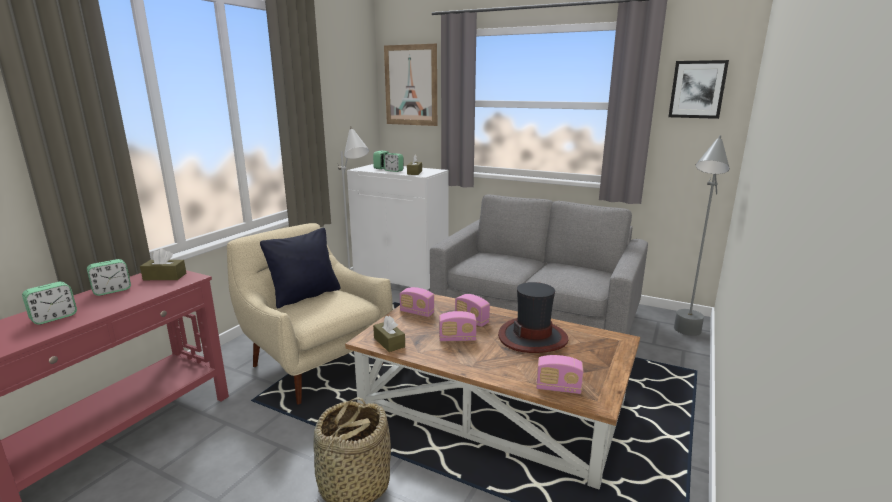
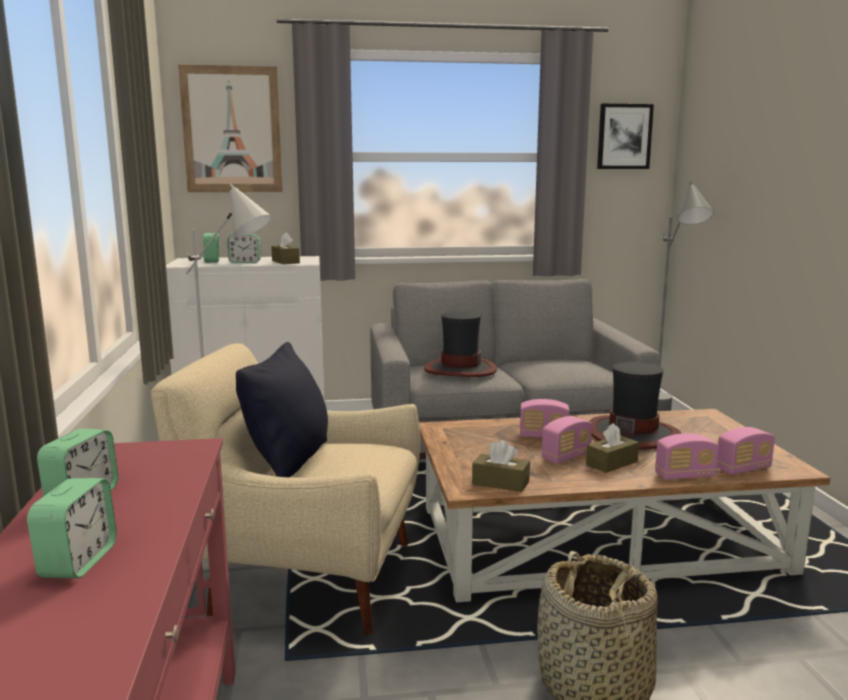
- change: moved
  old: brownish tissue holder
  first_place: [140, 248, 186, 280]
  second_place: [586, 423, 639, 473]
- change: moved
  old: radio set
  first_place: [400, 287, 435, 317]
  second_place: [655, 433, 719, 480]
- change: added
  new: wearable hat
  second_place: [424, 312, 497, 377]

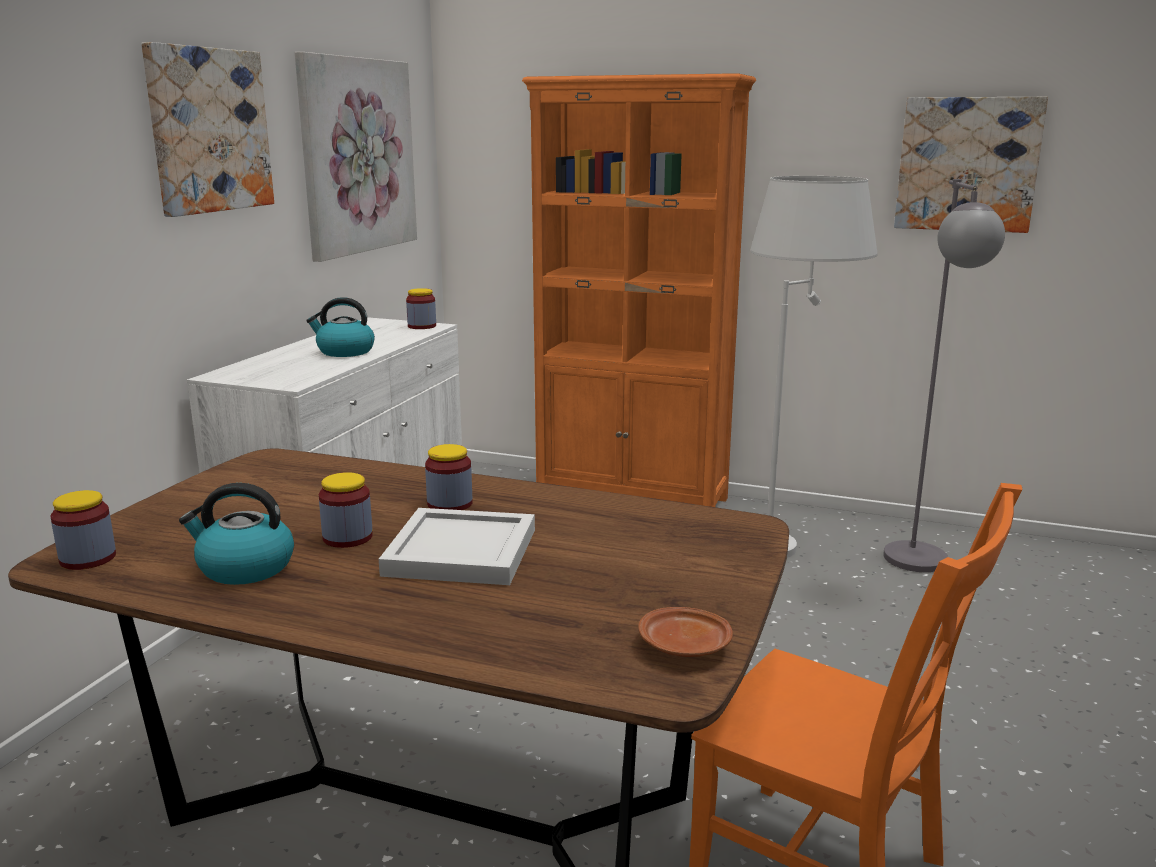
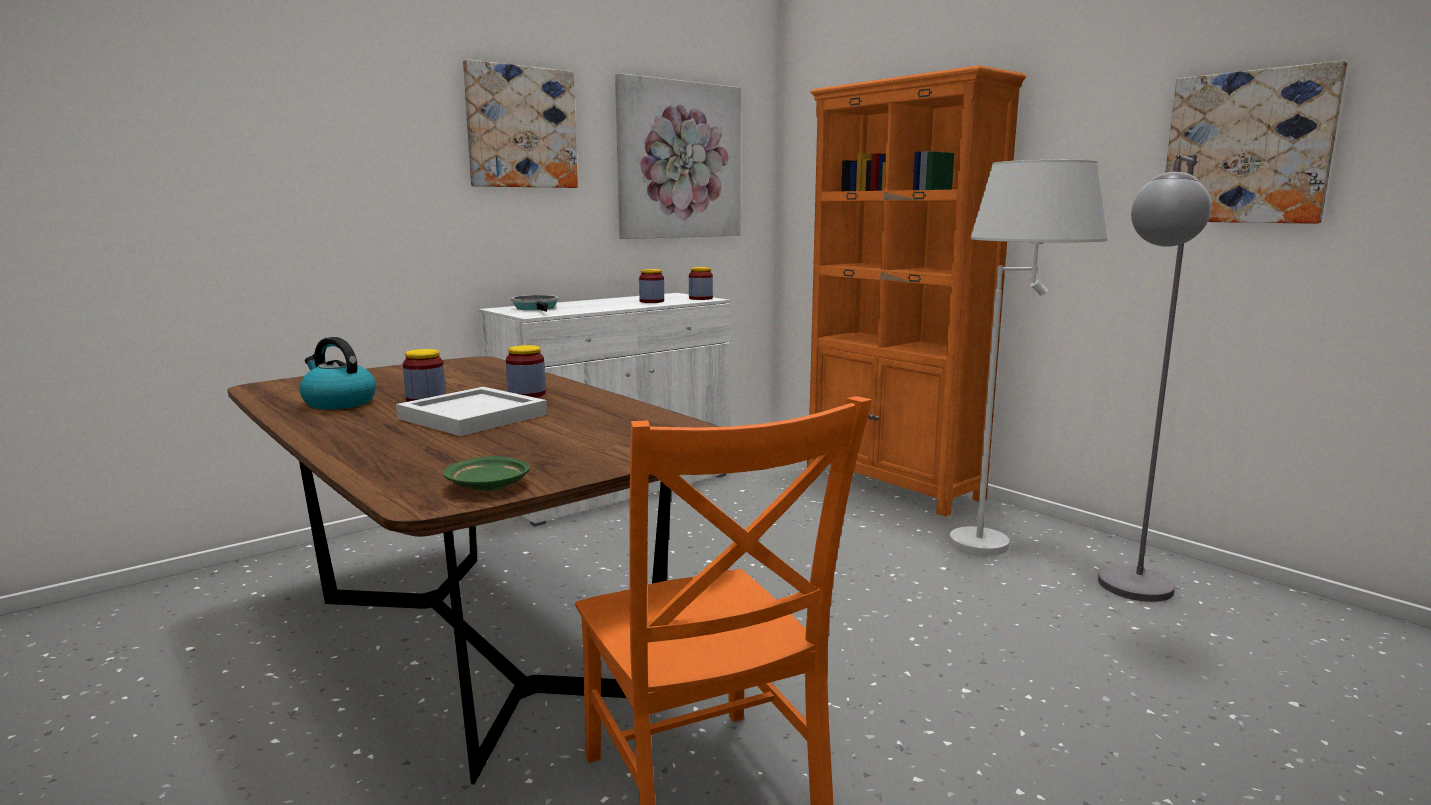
- change: moved
  old: preserve jar
  first_place: [51, 490, 116, 570]
  second_place: [639, 269, 664, 303]
- change: removed
  old: water kettle
  first_place: [306, 297, 375, 357]
- change: recoloured
  old: brownish dinner plate
  new: green dinner plate
  first_place: [638, 607, 733, 657]
  second_place: [443, 456, 530, 491]
- change: added
  new: pan
  second_place: [511, 295, 559, 312]

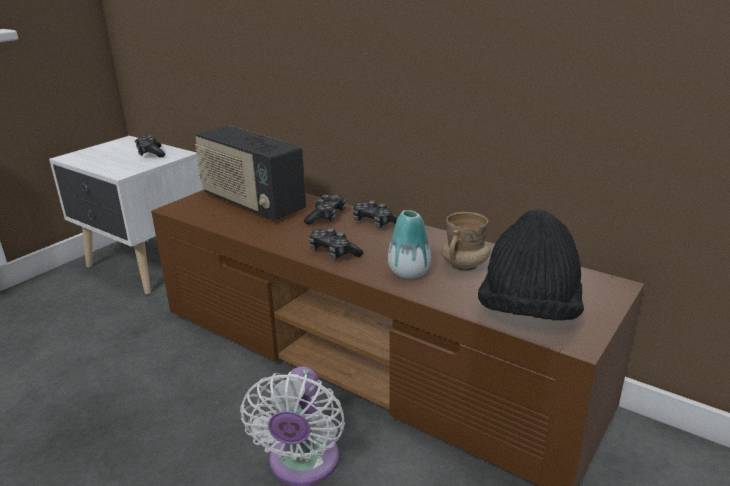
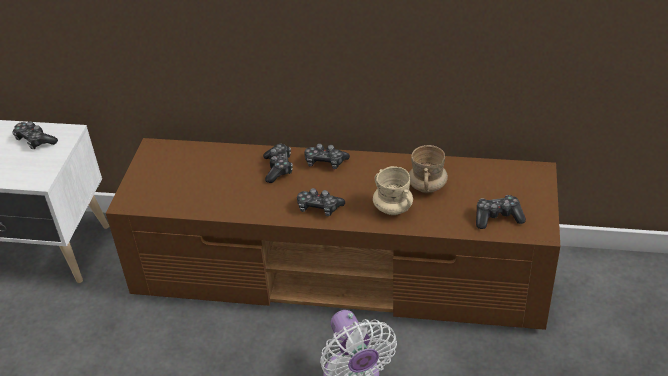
- change: removed
  old: radio set
  first_place: [195, 125, 306, 220]
- change: replaced
  old: decorative vase
  new: sand-coloured tea mug
  first_place: [388, 210, 431, 279]
  second_place: [373, 166, 413, 215]
- change: replaced
  old: black wearable hat
  new: joypad
  first_place: [478, 209, 584, 320]
  second_place: [476, 195, 526, 229]

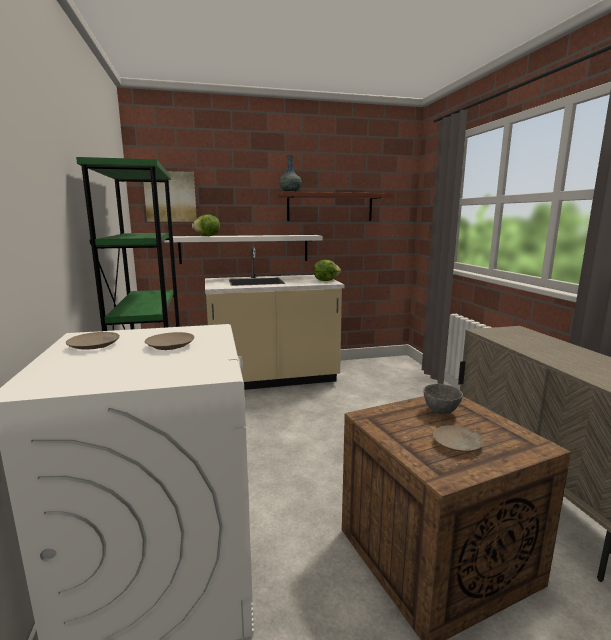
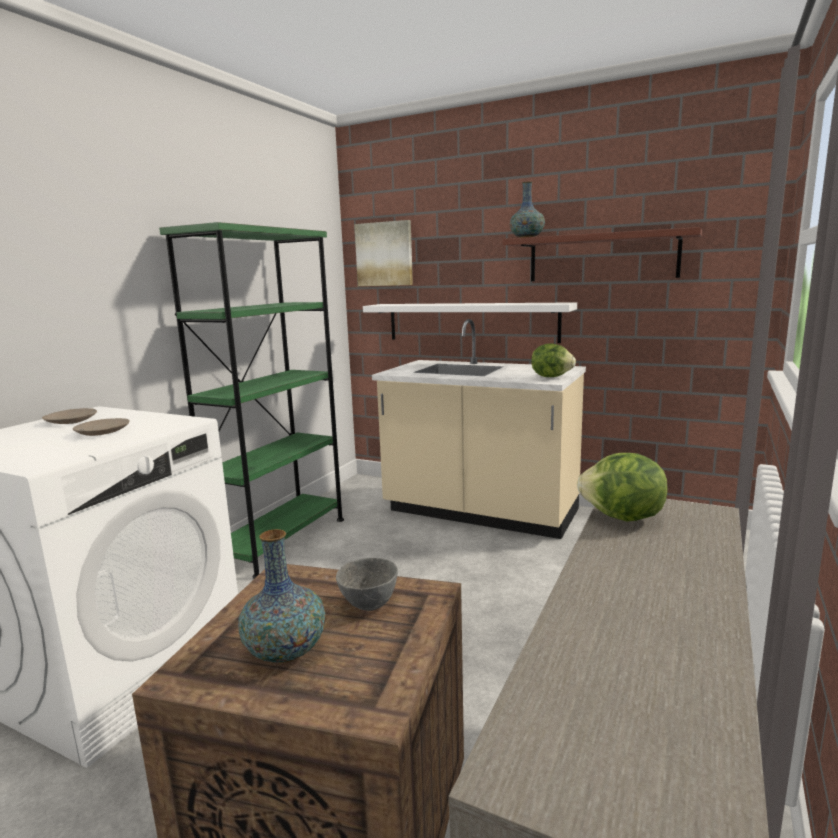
- change: moved
  old: lettuce head
  first_place: [192, 214, 220, 236]
  second_place: [577, 453, 668, 522]
- change: replaced
  old: sand-coloured dinner plate
  new: decorative vase
  first_place: [433, 425, 484, 452]
  second_place: [238, 529, 326, 663]

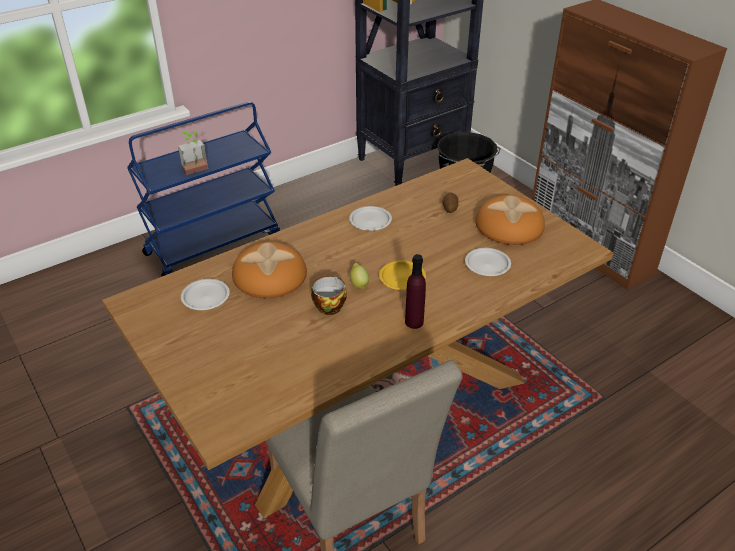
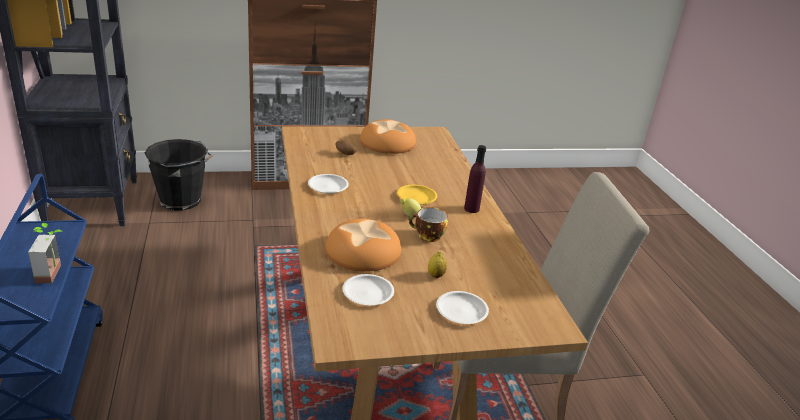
- change: moved
  old: whitish dinner plate
  first_place: [465, 248, 511, 276]
  second_place: [436, 291, 489, 324]
- change: added
  new: whole lemon
  second_place: [428, 252, 447, 278]

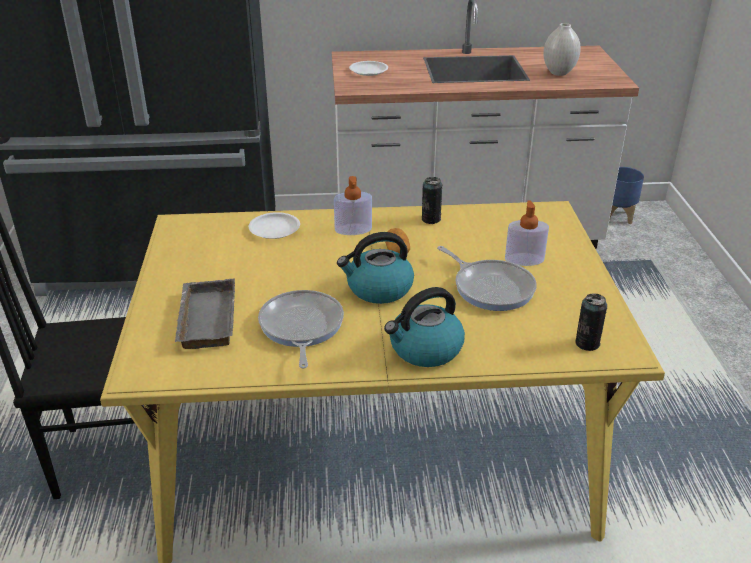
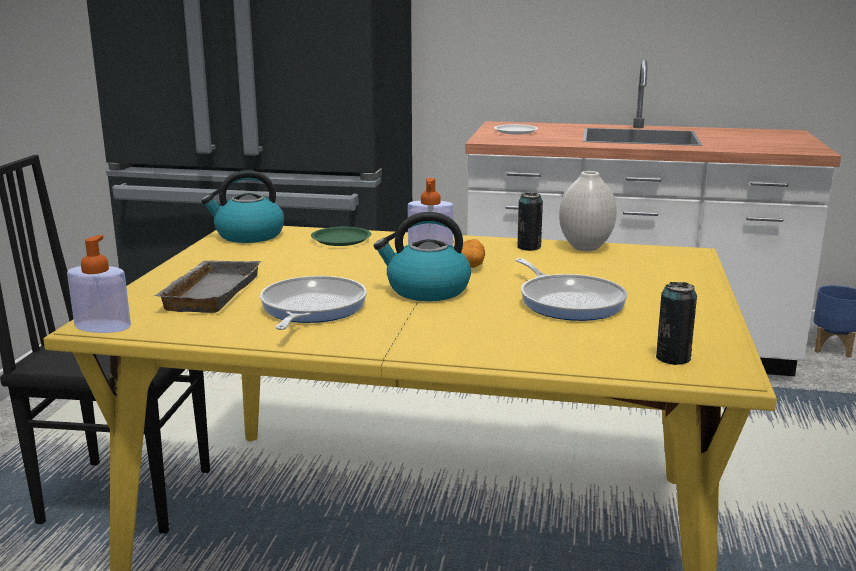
- change: recoloured
  old: whitish dinner plate
  new: green dinner plate
  first_place: [249, 212, 300, 239]
  second_place: [311, 227, 371, 246]
- change: moved
  old: water kettle
  first_place: [384, 287, 465, 367]
  second_place: [201, 170, 284, 243]
- change: moved
  old: liquid soap bottle
  first_place: [505, 201, 549, 266]
  second_place: [67, 235, 131, 333]
- change: moved
  old: whitish decorative vase
  first_place: [543, 23, 581, 76]
  second_place: [559, 171, 617, 251]

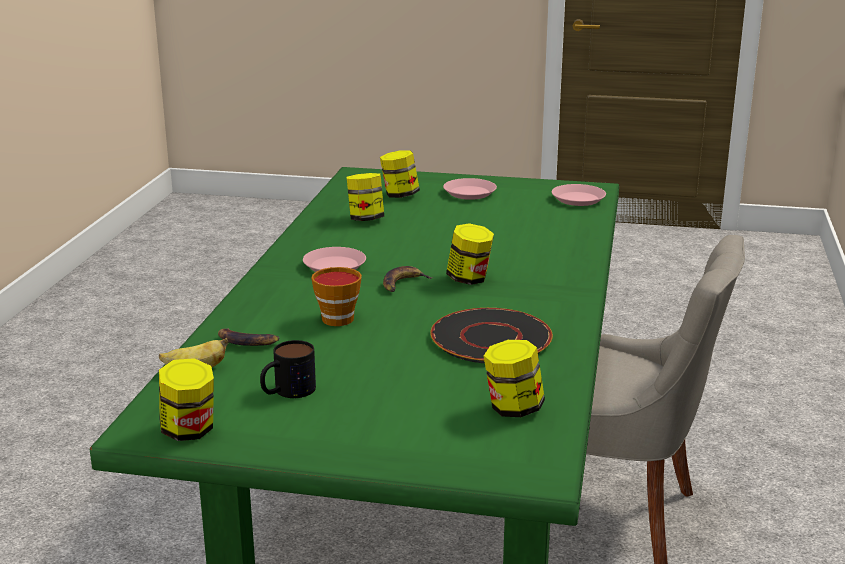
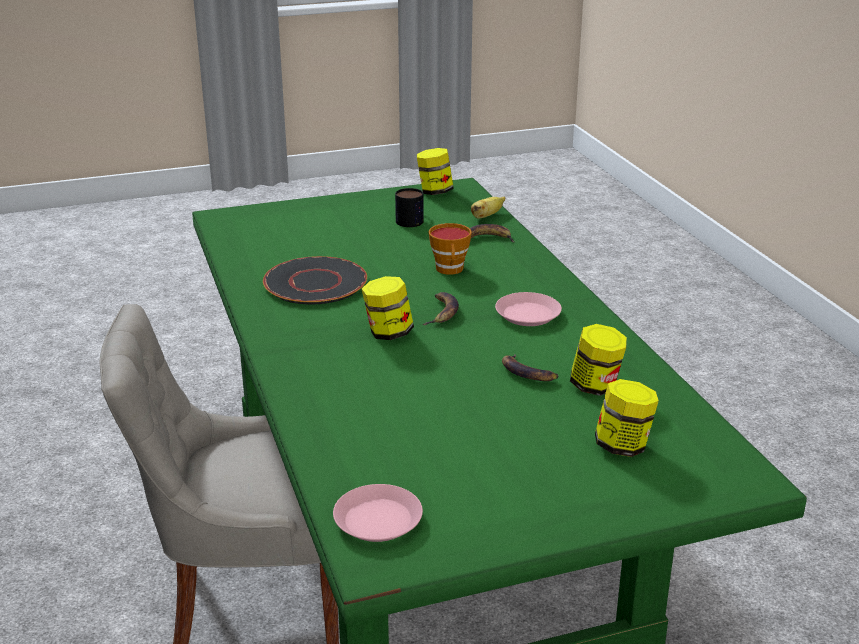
- change: removed
  old: pink-coloured dinner plate
  first_place: [443, 178, 497, 200]
- change: removed
  old: preserve jar
  first_place: [484, 340, 545, 417]
- change: added
  new: banana
  second_place: [502, 354, 558, 381]

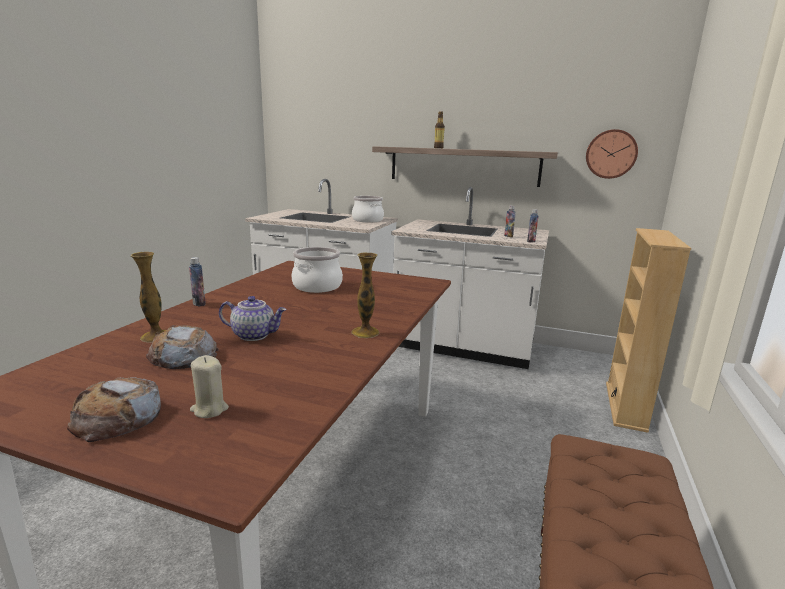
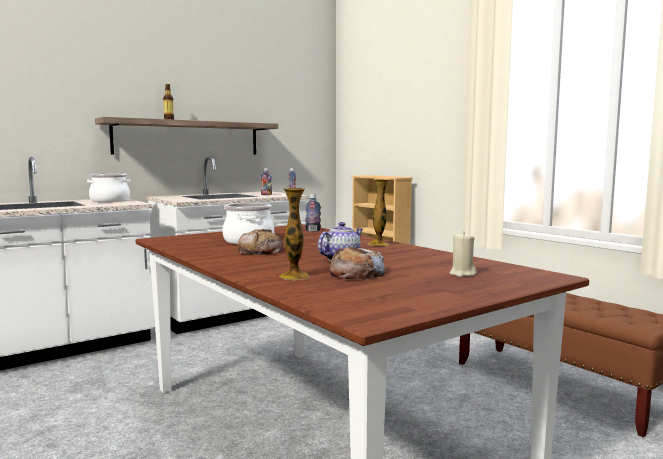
- change: moved
  old: bakery bread
  first_place: [67, 377, 161, 442]
  second_place: [237, 229, 283, 255]
- change: moved
  old: beverage bottle
  first_place: [189, 257, 206, 307]
  second_place: [305, 194, 321, 231]
- change: removed
  old: clock on the wall
  first_place: [586, 129, 638, 179]

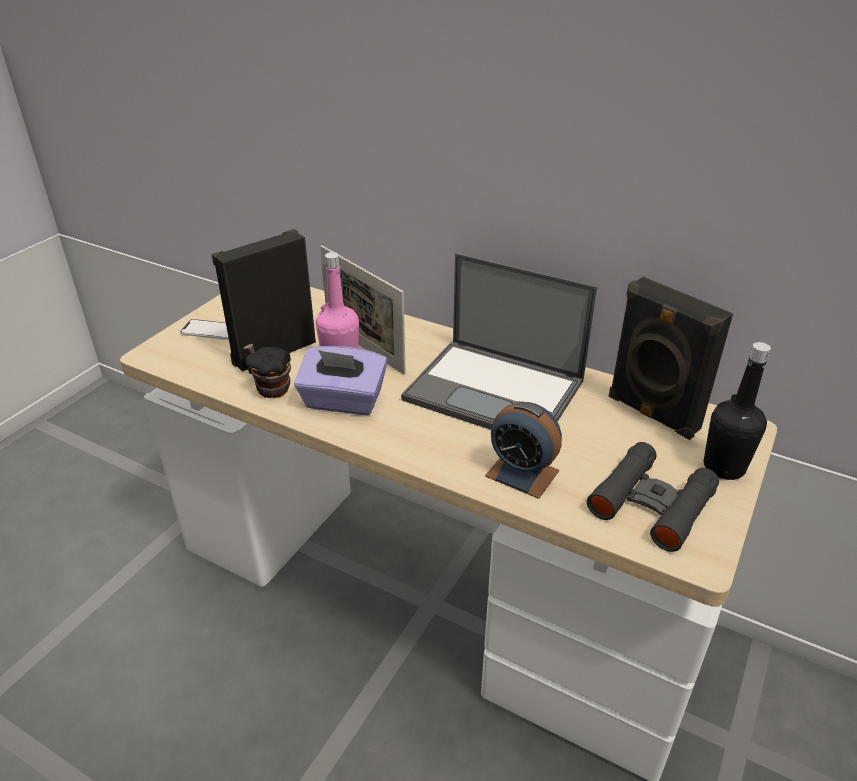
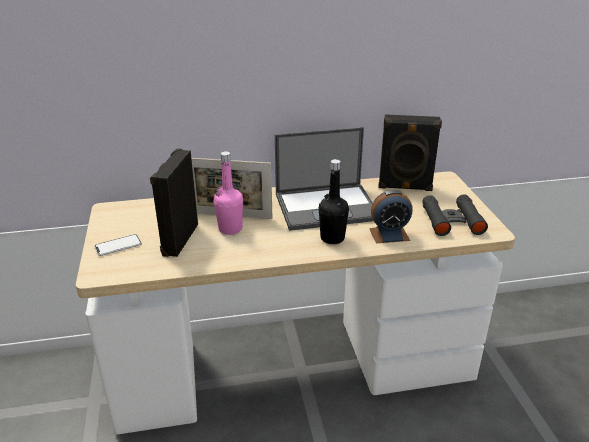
- change: removed
  old: tea mug
  first_place: [244, 344, 291, 398]
- change: removed
  old: purple-coloured tissue holder
  first_place: [294, 346, 387, 415]
- change: moved
  old: black beverage bottle
  first_place: [704, 342, 771, 480]
  second_place: [319, 159, 349, 244]

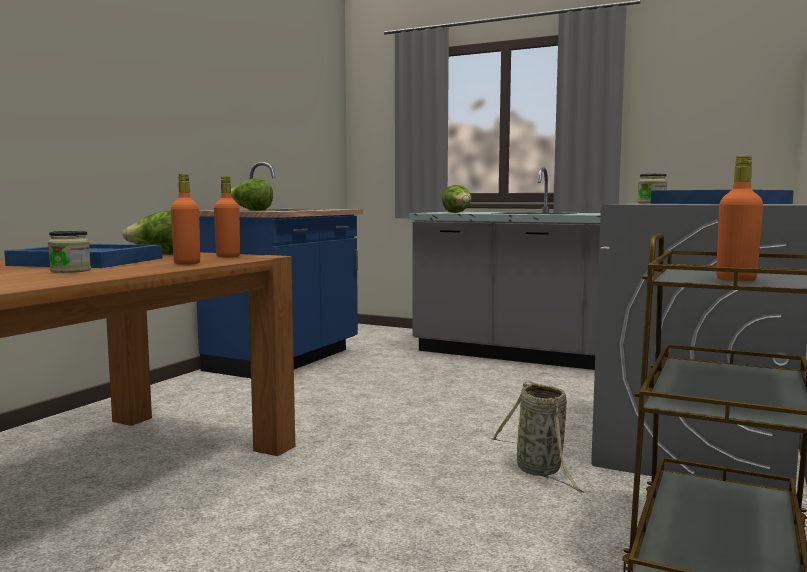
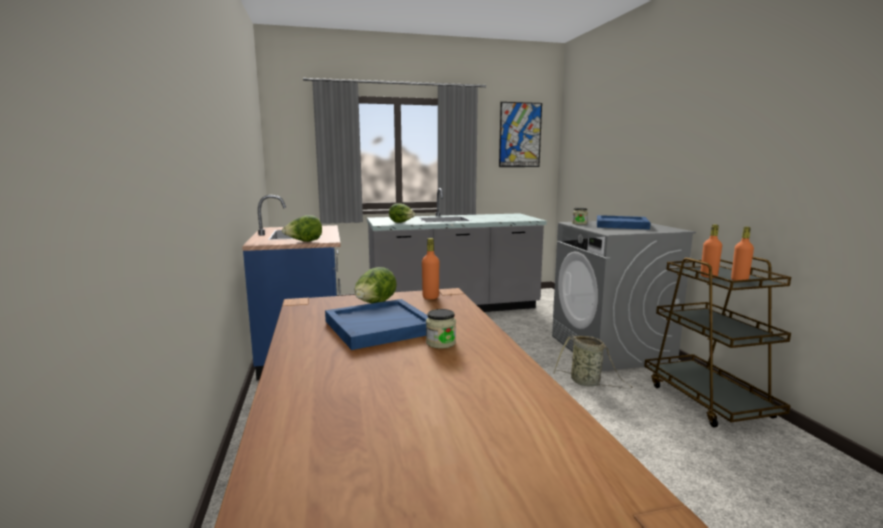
- change: moved
  old: orangey beverage bottle
  first_place: [171, 174, 200, 265]
  second_place: [700, 224, 722, 278]
- change: added
  new: wall art
  second_place: [499, 102, 542, 167]

